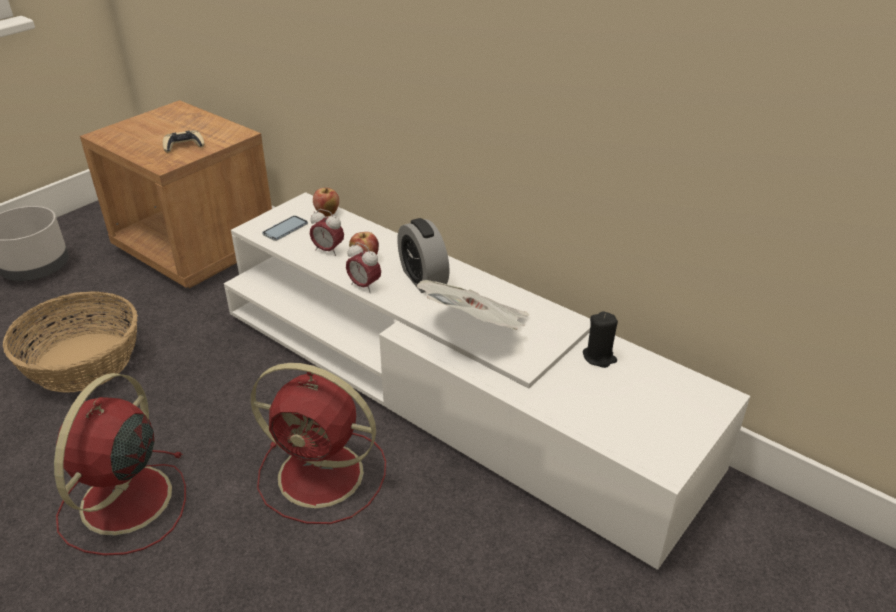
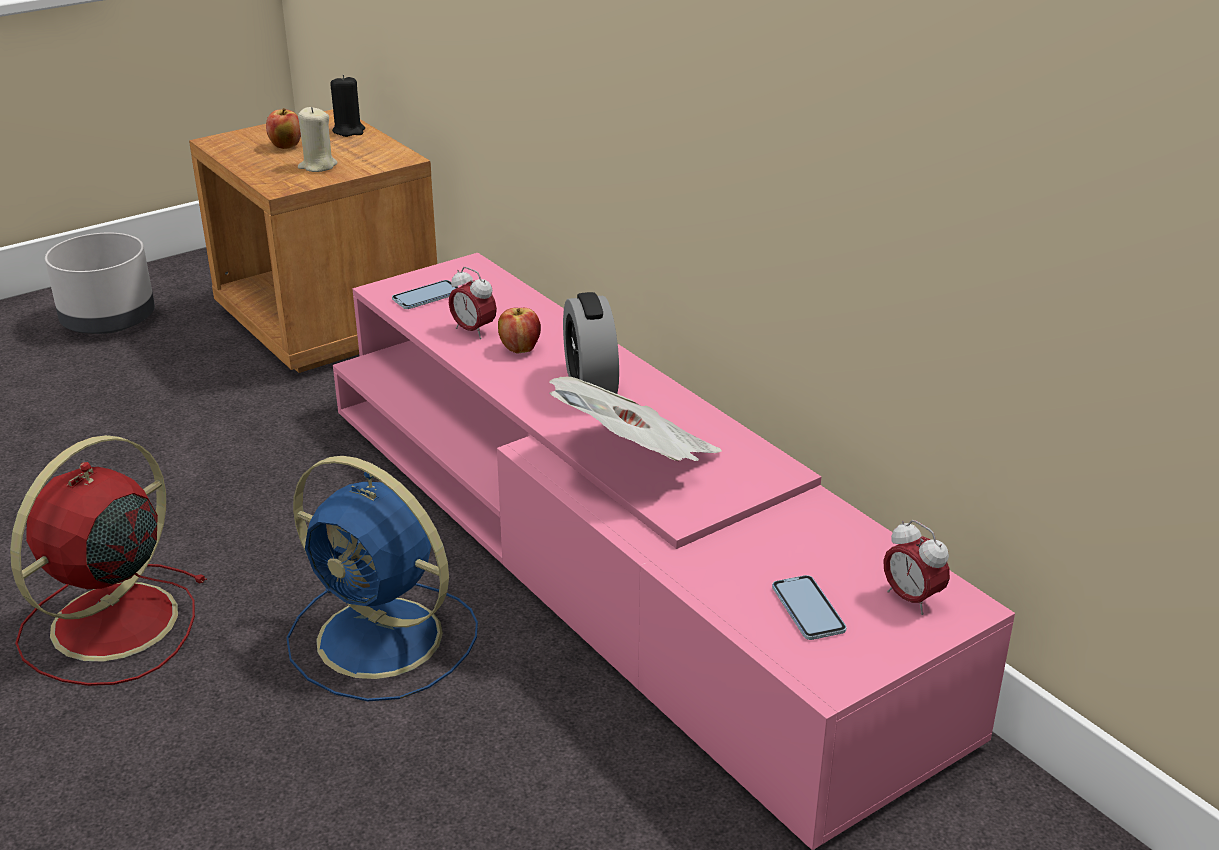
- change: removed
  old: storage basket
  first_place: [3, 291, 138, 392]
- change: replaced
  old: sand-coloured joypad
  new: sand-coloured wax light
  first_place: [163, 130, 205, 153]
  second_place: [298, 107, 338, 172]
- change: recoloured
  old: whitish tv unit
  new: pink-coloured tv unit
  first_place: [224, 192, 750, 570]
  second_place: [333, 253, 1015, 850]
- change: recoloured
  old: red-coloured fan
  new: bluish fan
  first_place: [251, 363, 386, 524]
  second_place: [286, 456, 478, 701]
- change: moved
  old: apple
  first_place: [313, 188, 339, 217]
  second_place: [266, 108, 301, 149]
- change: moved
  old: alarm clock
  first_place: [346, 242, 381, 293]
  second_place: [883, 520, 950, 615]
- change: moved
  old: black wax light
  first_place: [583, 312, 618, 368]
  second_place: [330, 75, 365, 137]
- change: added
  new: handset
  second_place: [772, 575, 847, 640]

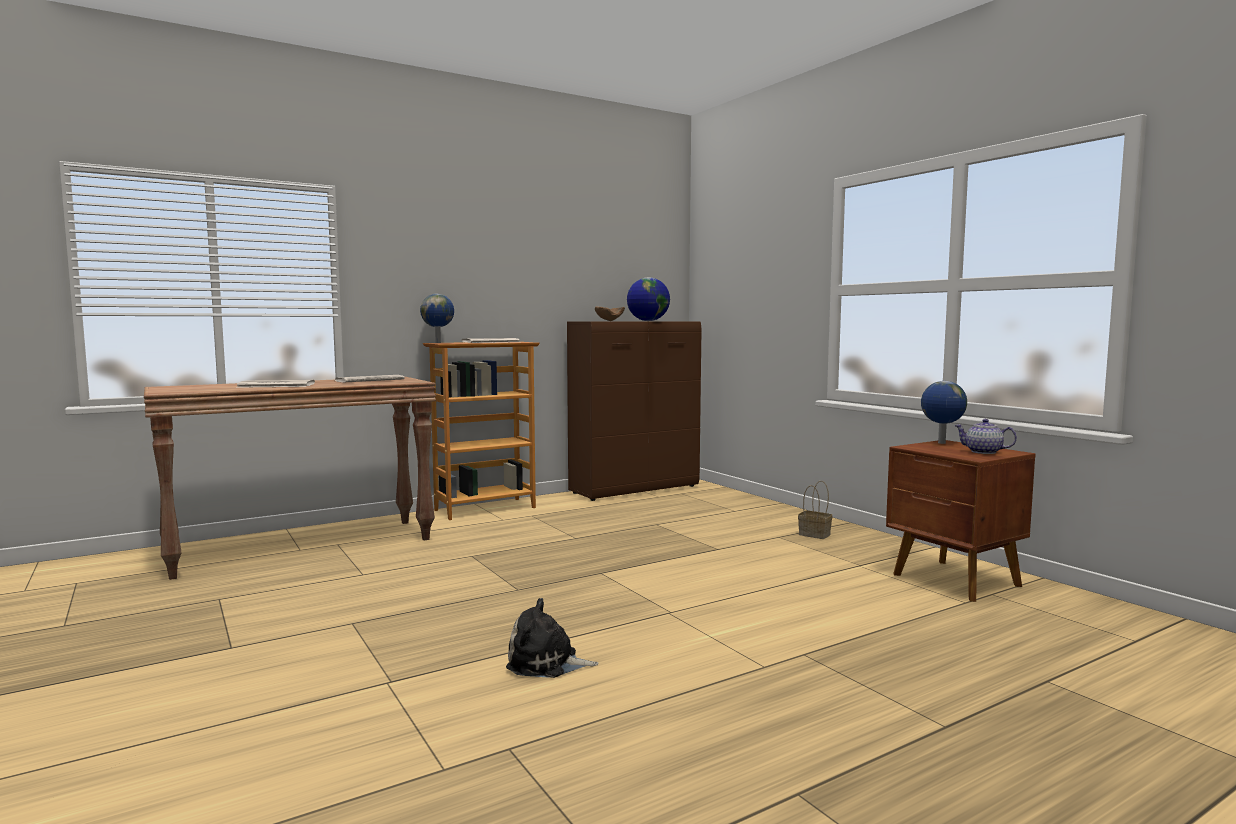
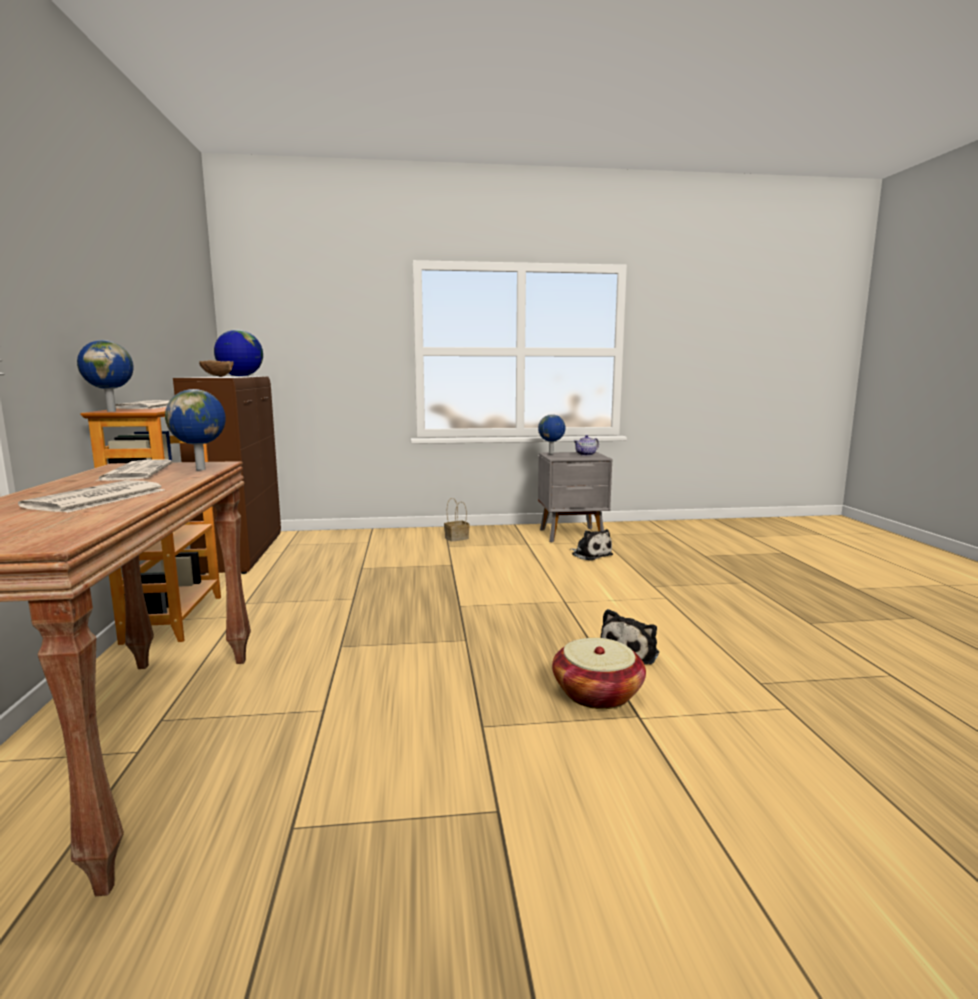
- change: recoloured
  old: brownish bedside table
  new: greyish bedside table
  first_place: [886, 440, 1035, 602]
  second_place: [538, 452, 612, 542]
- change: added
  new: desk globe
  second_place: [165, 389, 225, 470]
- change: added
  new: storage basket
  second_place: [552, 638, 646, 709]
- change: added
  new: cuddly toy
  second_place: [570, 529, 613, 561]

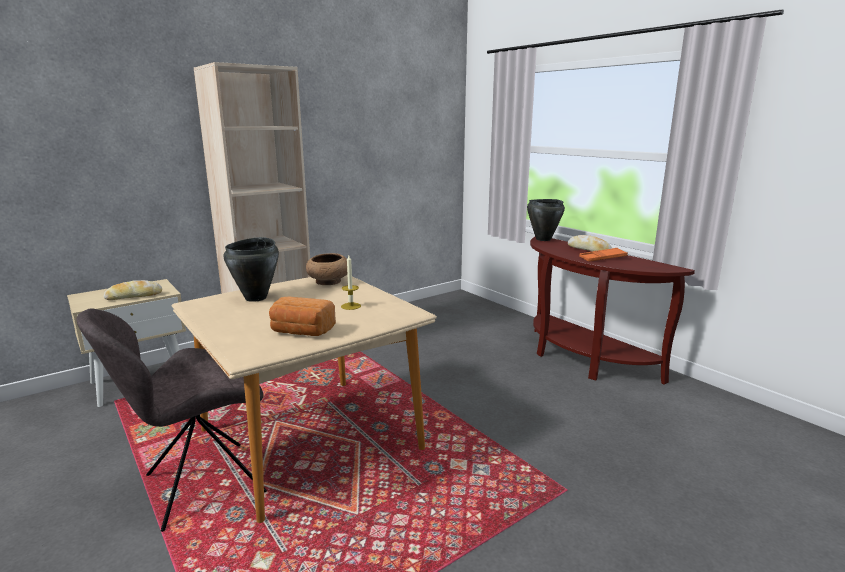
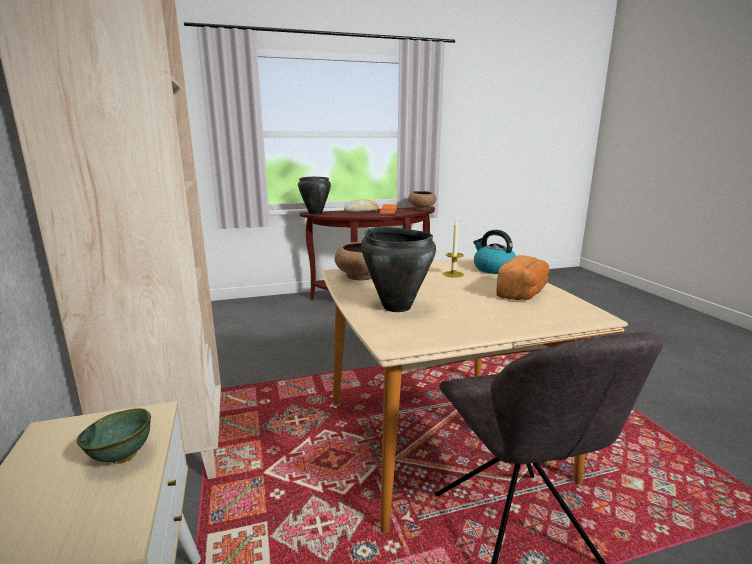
- change: replaced
  old: bakery bread
  new: green deep dish
  first_place: [104, 280, 162, 300]
  second_place: [77, 408, 151, 464]
- change: added
  new: brownish deep dish
  second_place: [408, 191, 436, 210]
- change: added
  new: water kettle
  second_place: [473, 230, 516, 274]

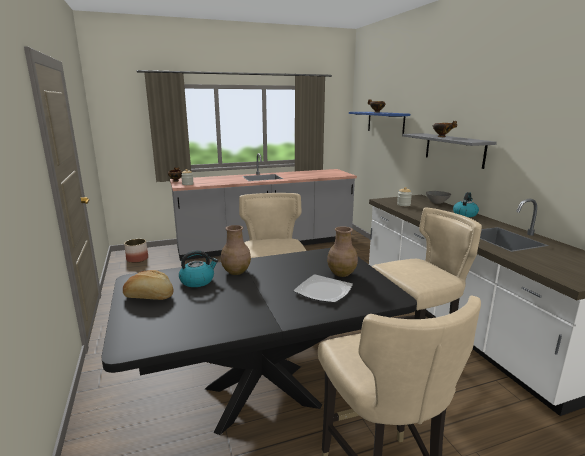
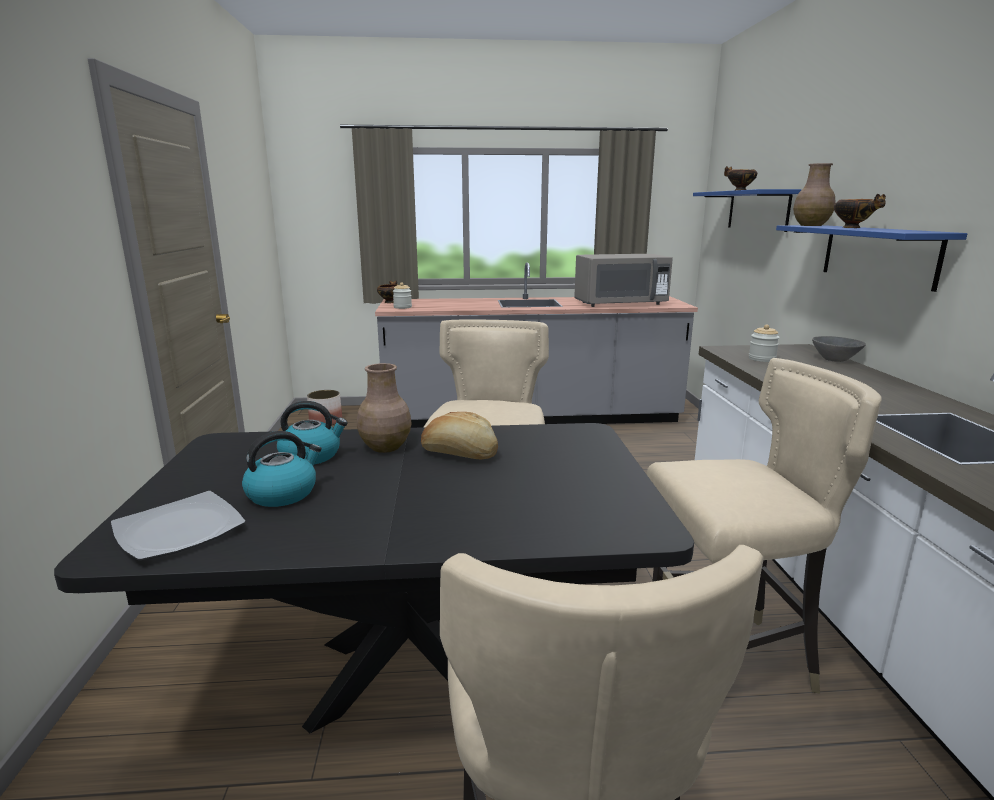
- change: moved
  old: bakery bread
  first_place: [123, 270, 174, 300]
  second_place: [421, 412, 498, 459]
- change: moved
  old: dinner plate
  first_place: [293, 274, 353, 303]
  second_place: [111, 491, 246, 561]
- change: moved
  old: brownish decorative vase
  first_place: [327, 226, 358, 277]
  second_place: [793, 163, 835, 226]
- change: recoloured
  old: greyish shelf
  new: bluish shelf
  first_place: [402, 133, 497, 169]
  second_place: [776, 225, 967, 292]
- change: moved
  old: water kettle
  first_place: [453, 192, 479, 217]
  second_place: [242, 431, 322, 507]
- change: added
  new: greyish kitchen microwave
  second_place: [575, 254, 673, 307]

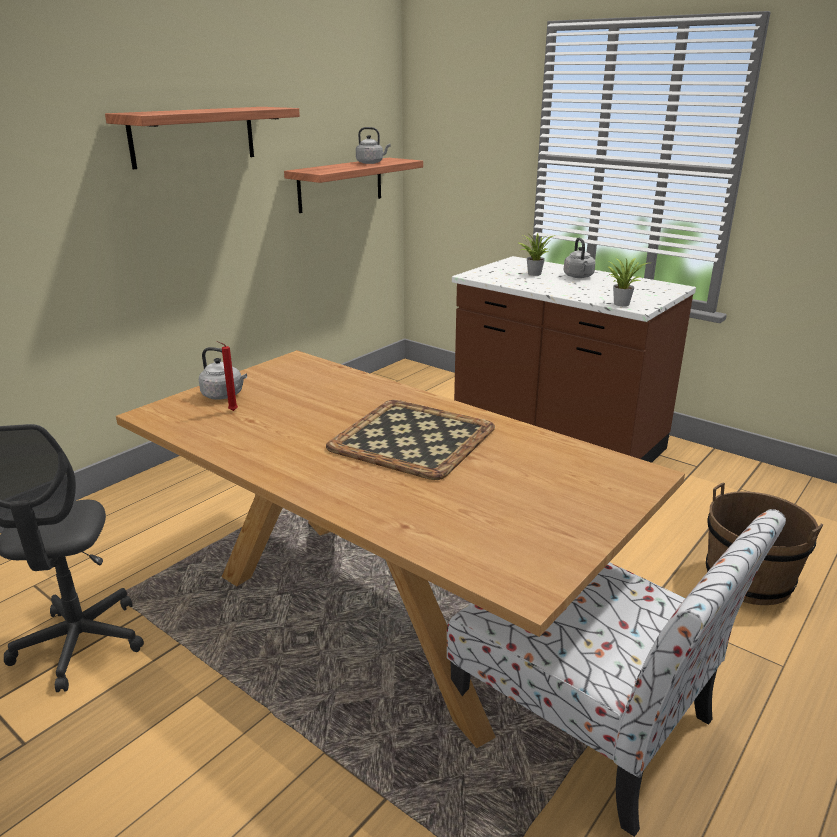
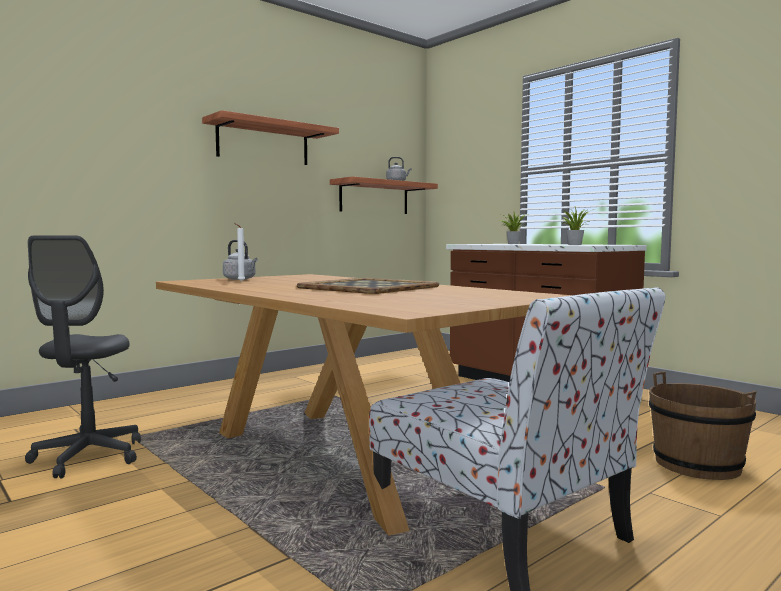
- change: recoloured
  old: red-coloured wax light
  new: whitish wax light
  first_place: [217, 341, 238, 411]
  second_place: [235, 223, 245, 282]
- change: removed
  old: greyish water kettle
  first_place: [564, 238, 595, 278]

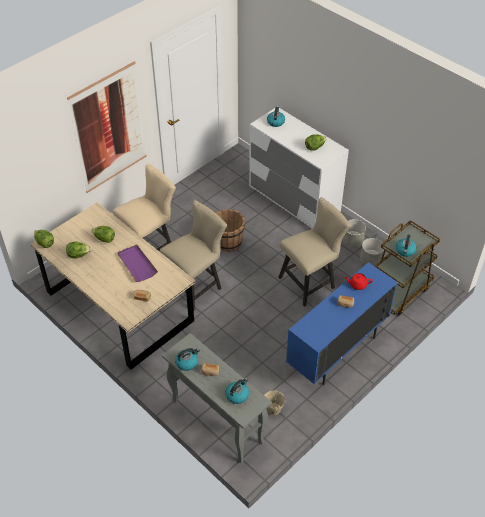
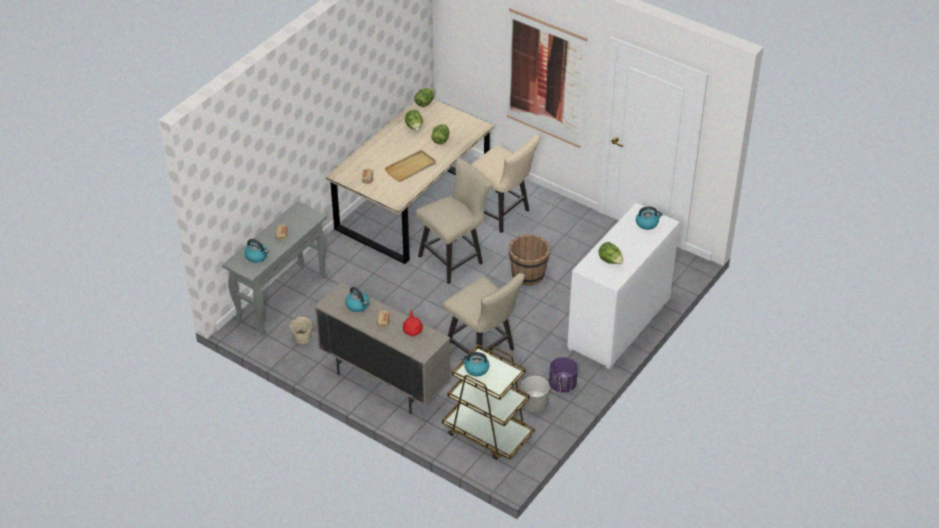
- change: recoloured
  old: purple-coloured carrying tray
  new: sand-coloured carrying tray
  first_place: [118, 244, 158, 282]
  second_place: [385, 150, 436, 182]
- change: turned
  old: sand-coloured chair
  first_place: [159, 200, 227, 310]
  second_place: [416, 158, 492, 284]
  degrees: -75
- change: moved
  old: water kettle
  first_place: [175, 348, 200, 371]
  second_place: [345, 287, 369, 312]
- change: recoloured
  old: bluish storage cabinet
  new: sand-coloured storage cabinet
  first_place: [286, 262, 398, 385]
  second_place: [314, 282, 451, 414]
- change: recoloured
  old: greyish planter
  new: purple-coloured planter
  first_place: [343, 219, 366, 247]
  second_place: [549, 357, 578, 393]

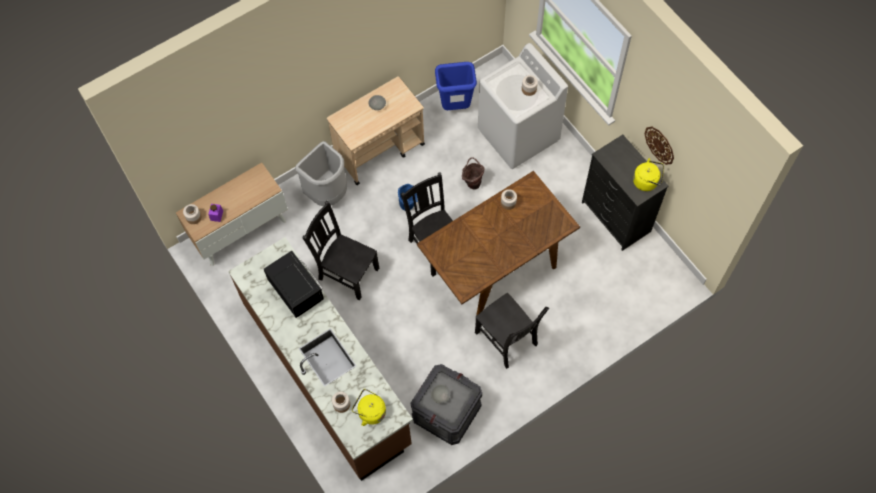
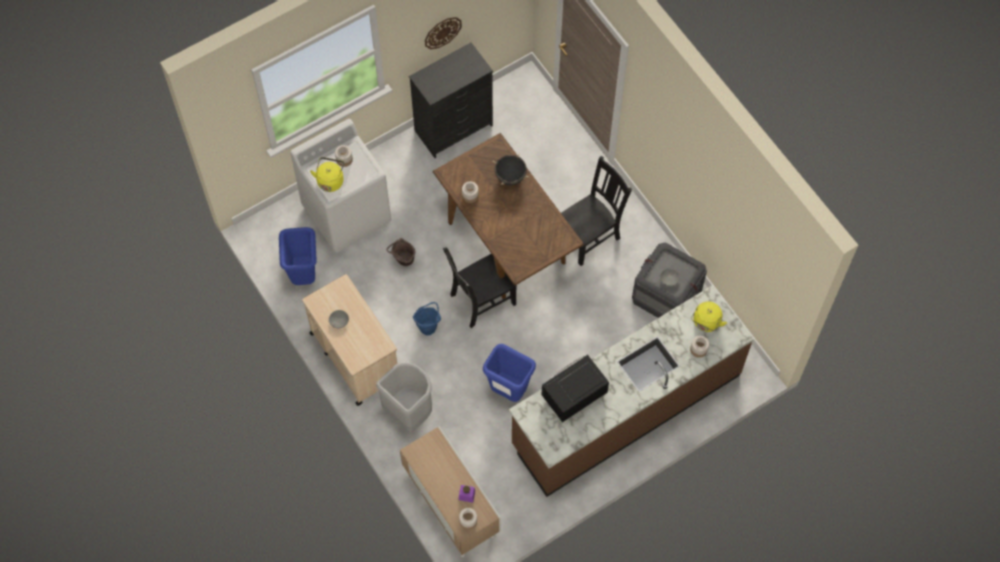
- change: replaced
  old: black chair
  new: bluish trash can
  first_place: [303, 201, 379, 301]
  second_place: [483, 344, 536, 402]
- change: moved
  old: yellowish water kettle
  first_place: [633, 158, 664, 191]
  second_place: [310, 157, 345, 192]
- change: added
  new: black cooking pot
  second_place: [493, 153, 529, 185]

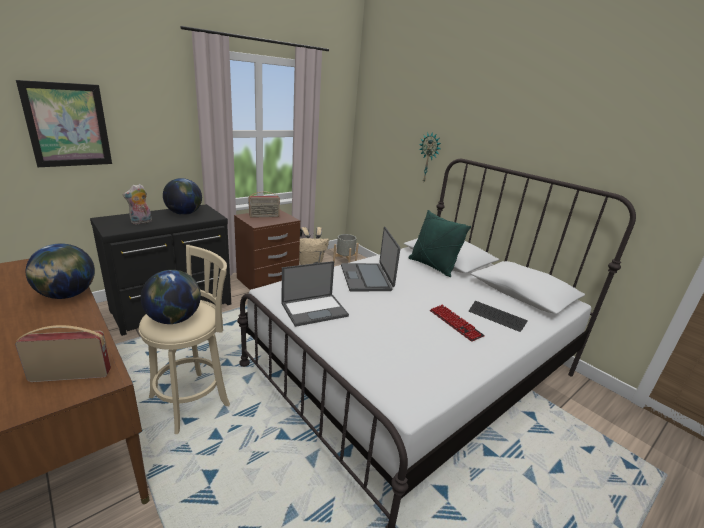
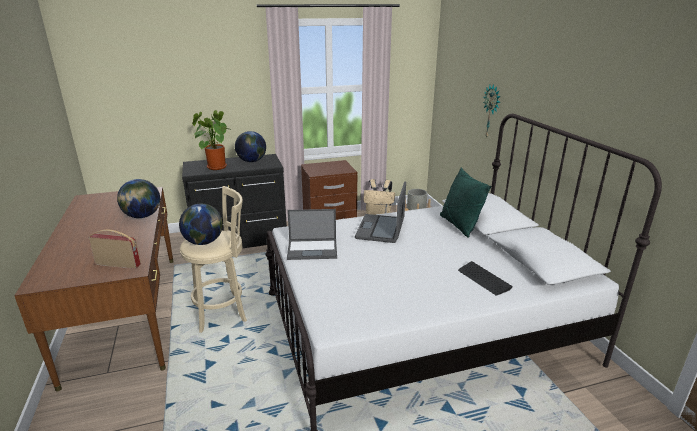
- change: removed
  old: wall art
  first_place: [16, 80, 112, 167]
- change: replaced
  old: cuddly toy
  new: potted plant
  first_place: [123, 184, 152, 224]
  second_place: [192, 110, 232, 170]
- change: removed
  old: radio set
  first_place: [248, 191, 280, 217]
- change: removed
  old: keyboard
  first_place: [430, 305, 485, 342]

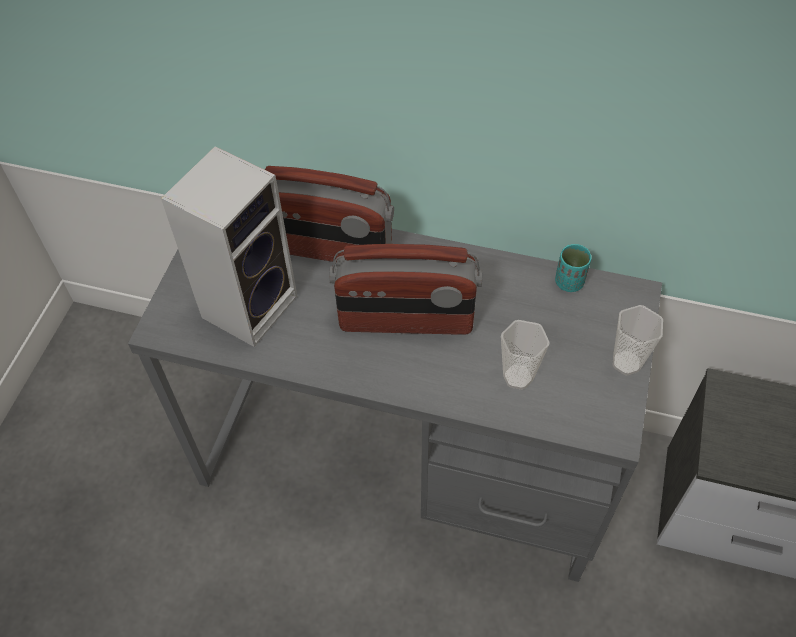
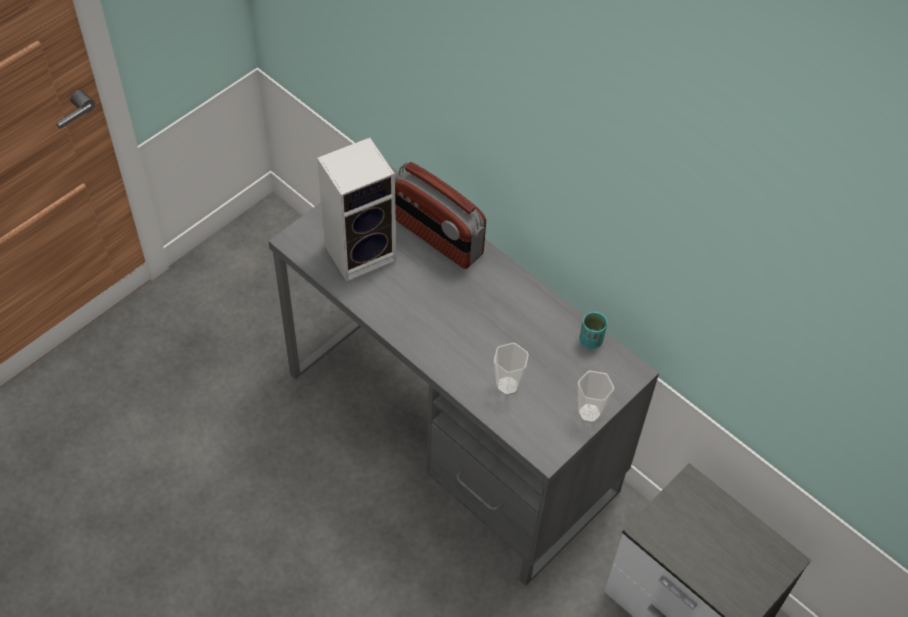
- change: removed
  old: radio set
  first_place: [329, 244, 482, 335]

